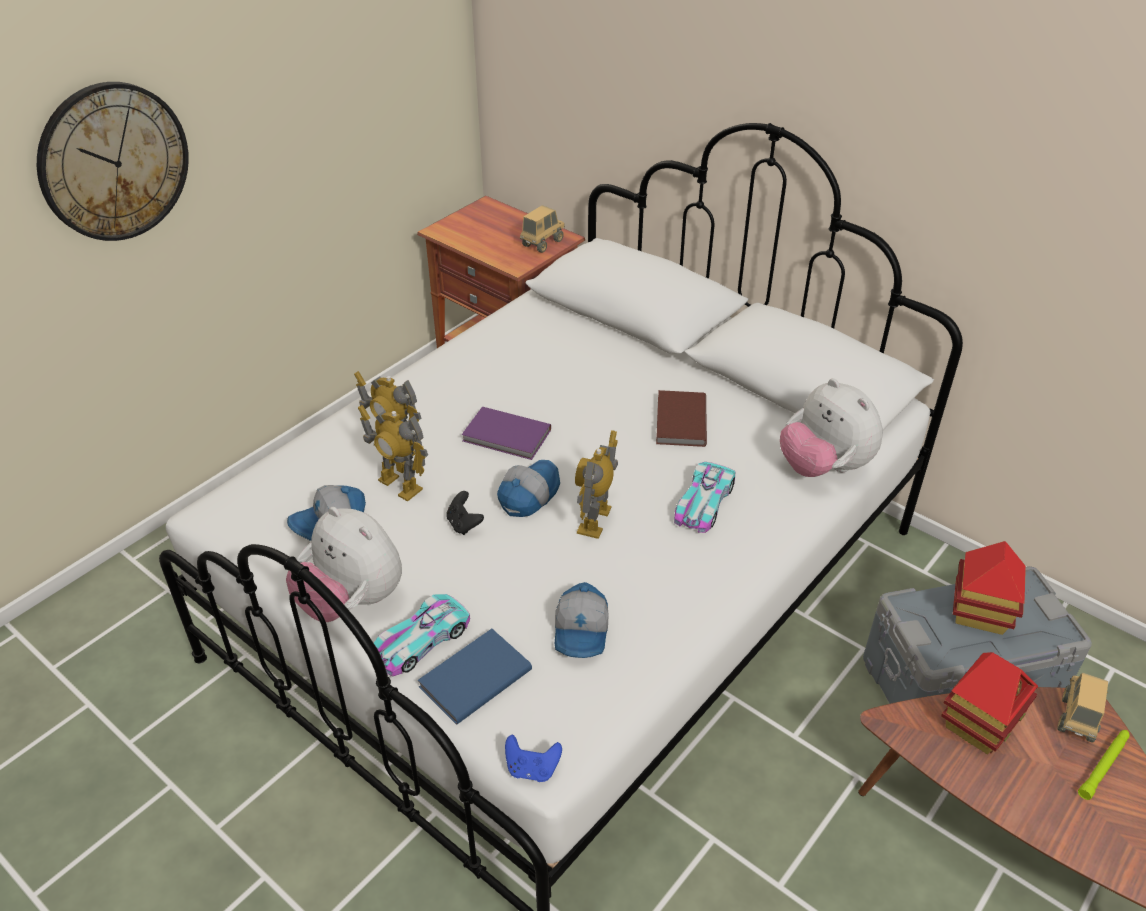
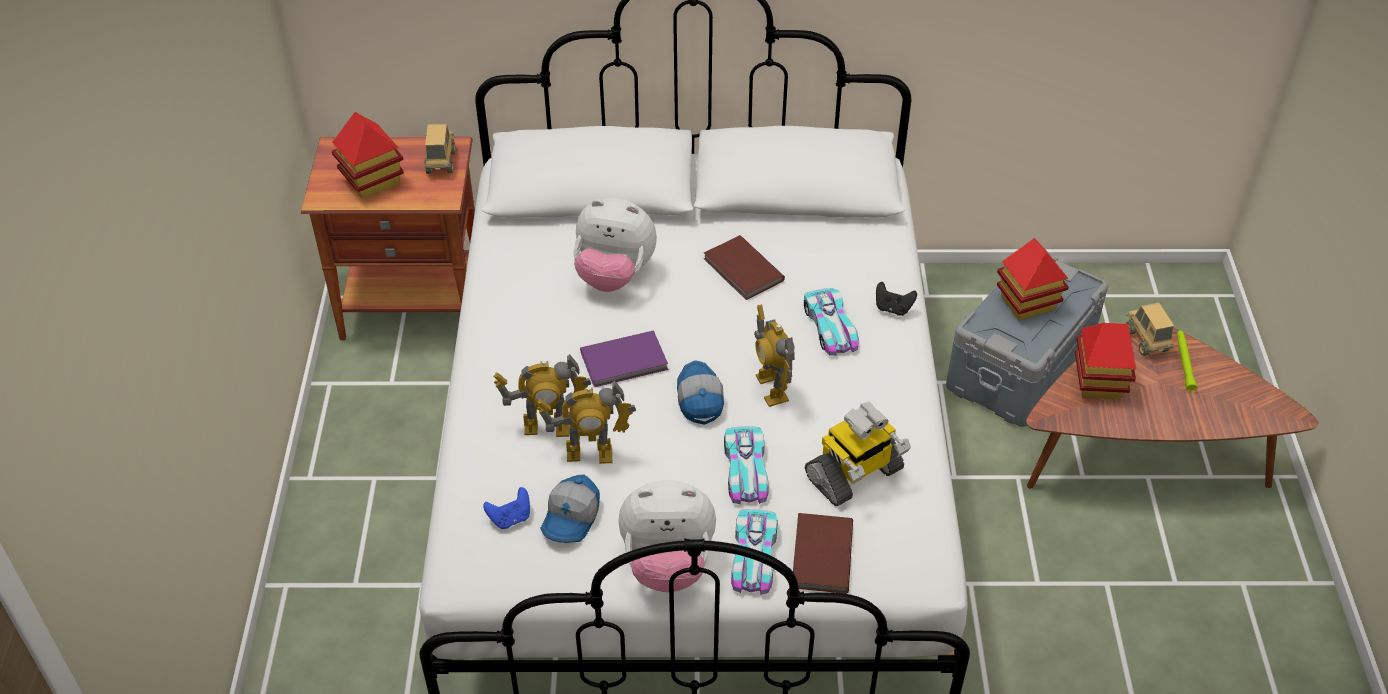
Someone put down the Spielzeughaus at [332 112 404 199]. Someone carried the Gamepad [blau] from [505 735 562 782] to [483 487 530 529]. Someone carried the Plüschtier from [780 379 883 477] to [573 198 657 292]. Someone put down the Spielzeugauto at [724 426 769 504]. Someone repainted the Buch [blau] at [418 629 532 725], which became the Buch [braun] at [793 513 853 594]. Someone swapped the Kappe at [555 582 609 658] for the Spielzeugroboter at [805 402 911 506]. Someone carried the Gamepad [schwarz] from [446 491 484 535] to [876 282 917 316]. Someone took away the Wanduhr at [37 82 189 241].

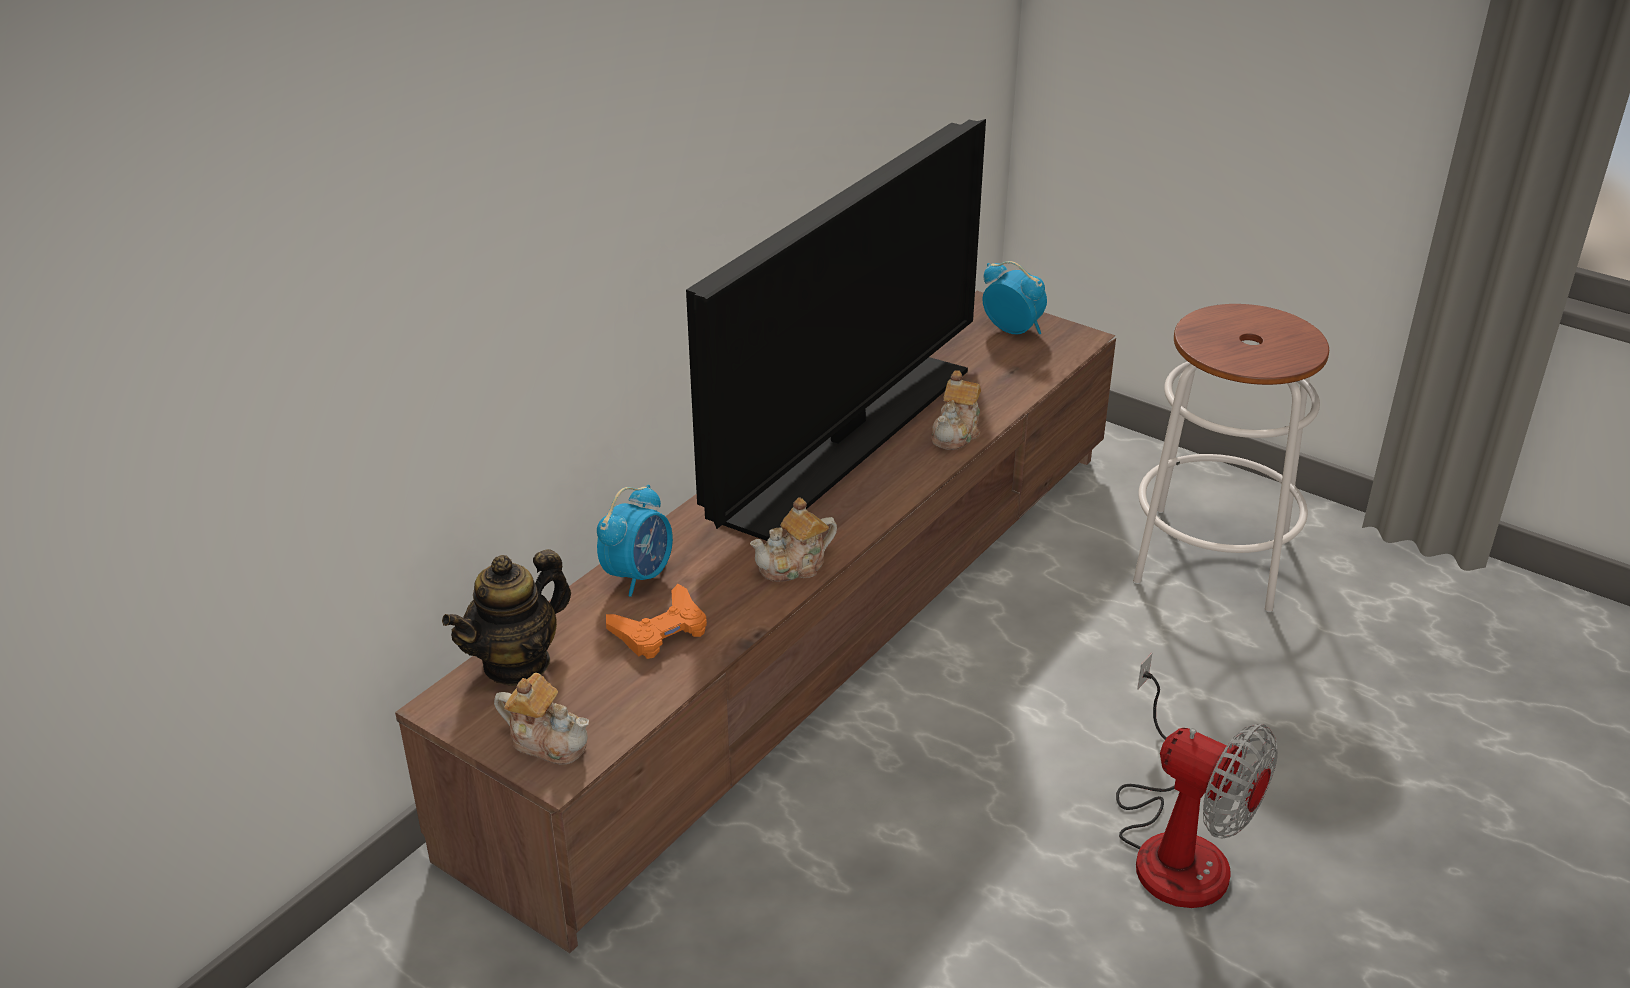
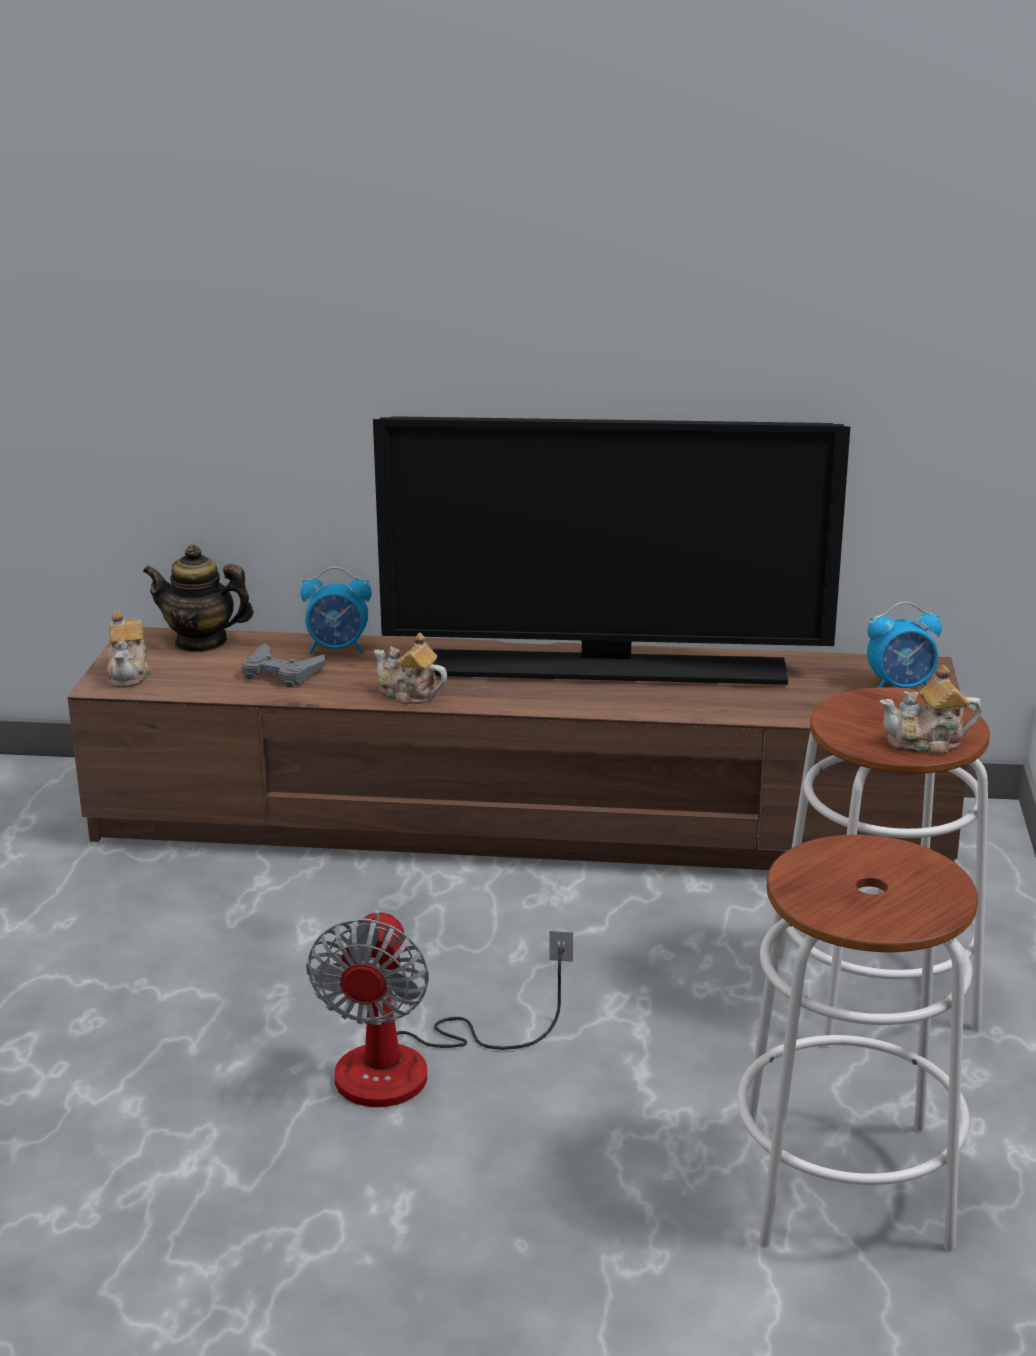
Someone repainted the Gamepad [orange] at [606 584 707 659], which became the Gamepad [grau] at [242 643 325 687]. Someone put down the Hocker [weiß] at [737 835 978 1252]. Someone rotated the Wecker at [982 261 1047 334] by 75 degrees clockwise. Someone carried the Teekanne from [931 370 981 450] to [879 665 982 754].

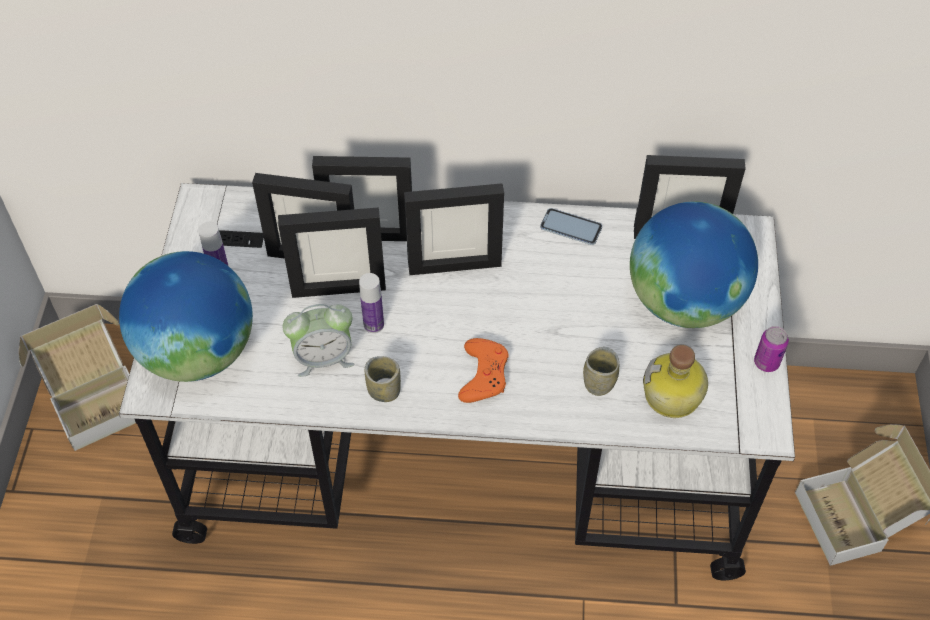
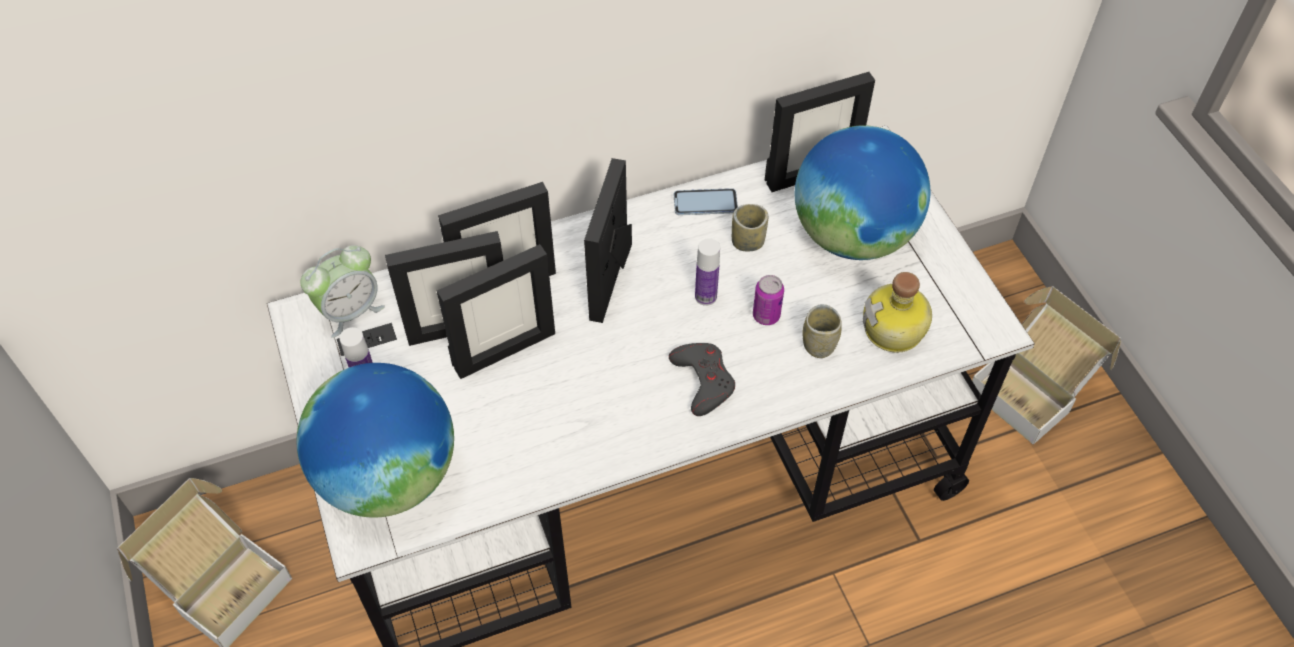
Someone carried the Wecker from [283 304 355 377] to [300 245 385 338]. Someone rotated the Bilderrahmen at [404 183 504 275] by 135 degrees clockwise. Someone repainted the Gamepad [orange] at [458 338 508 403], which became the Gamepad [grau] at [669 343 735 416]. Someone carried the Flasche from [359 273 384 333] to [695 238 720 306]. Someone carried the Tasse from [365 356 401 402] to [732 204 768 252]. Someone carried the Dose from [754 326 789 372] to [753 275 784 325].

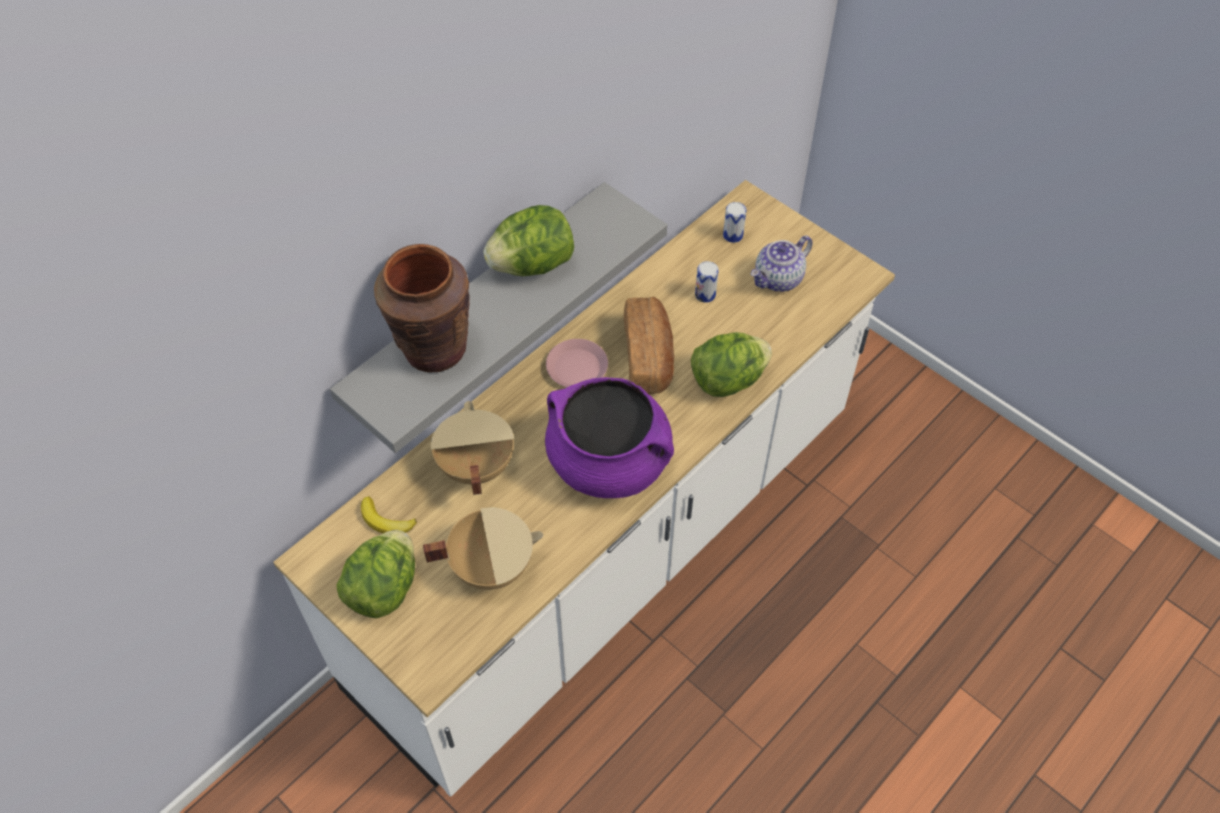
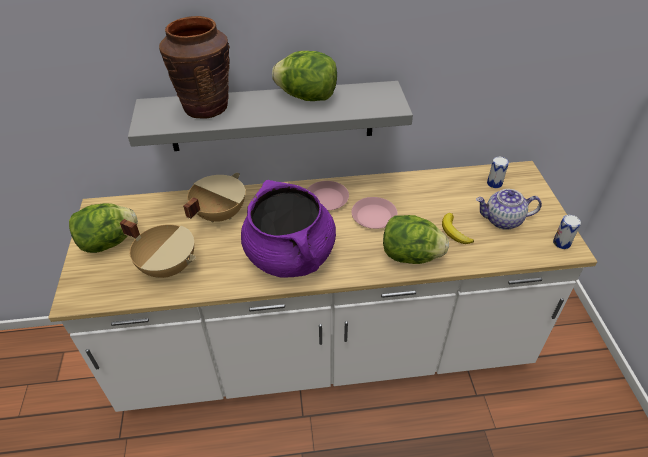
Someone swapped the Brot at [624 297 674 395] for the Teller [rosa] at [352 197 398 229]. Someone carried the Banane from [361 496 417 533] to [442 213 474 244]. Someone carried the Dose from [695 261 719 303] to [553 215 581 249].

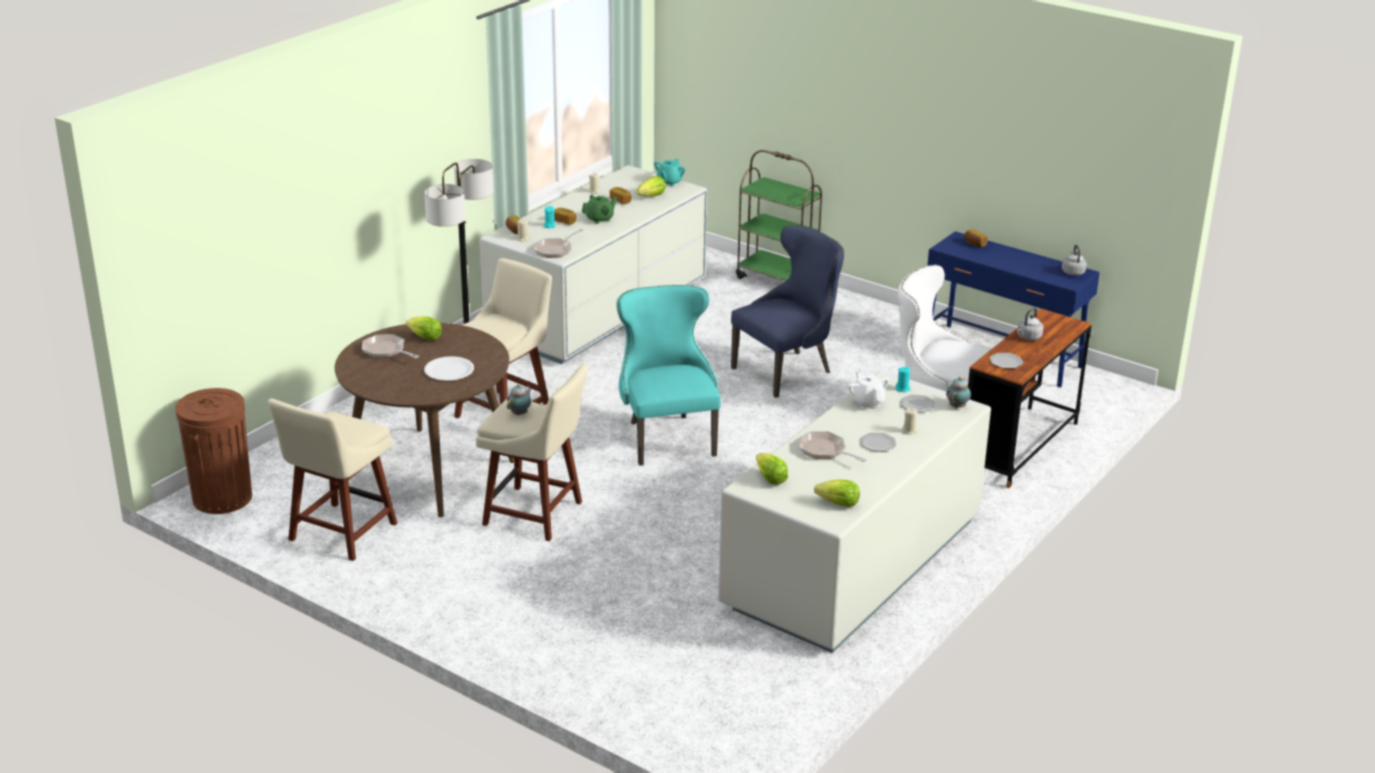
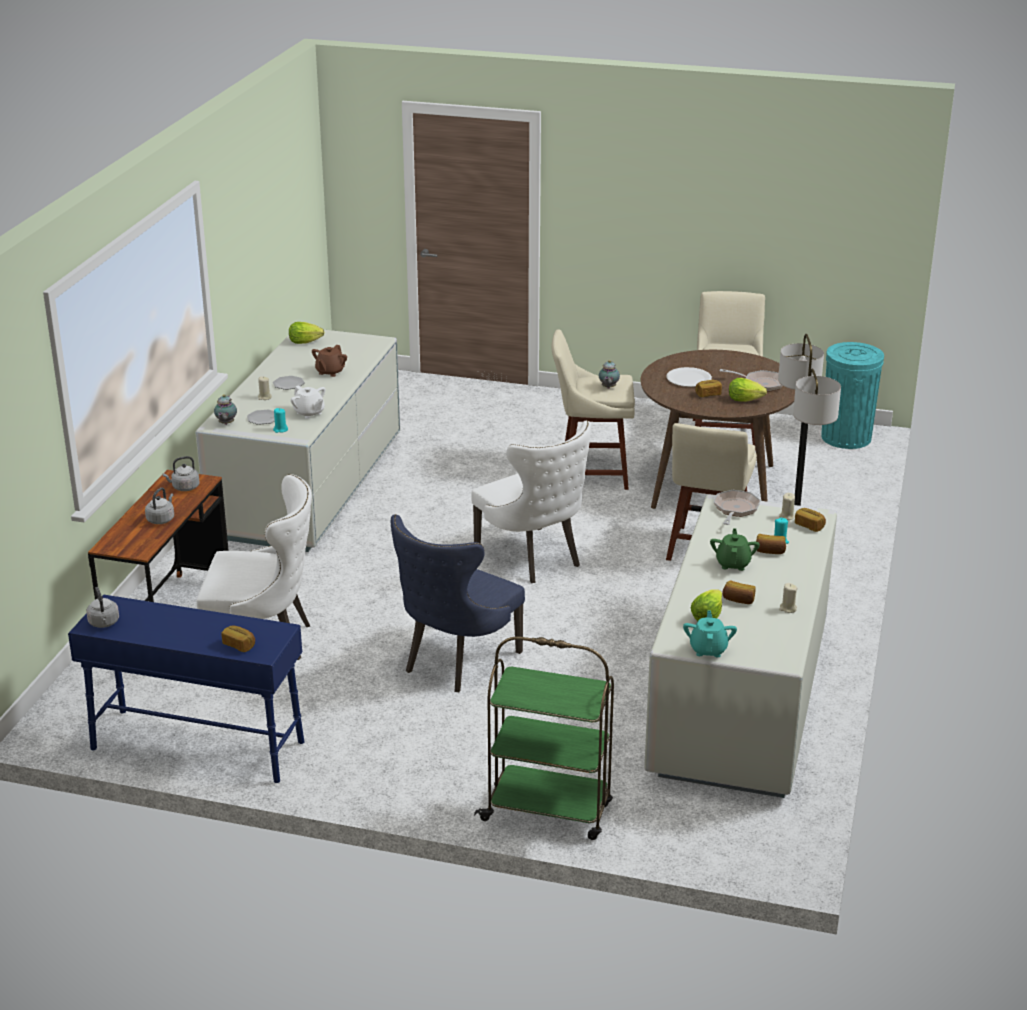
Someone swapped the Teller at [989 353 1023 368] for the Wasserkessel [grau] at [163 456 200 491]. Someone swapped the Pfanne at [798 431 867 462] for the Teekanne [braun] at [312 345 347 377]. Someone repainted the Stuhl [türkis] at [616 285 721 466], which became the Stuhl [weiß] at [472 420 591 583]. Someone put down the Brot at [695 380 722 397]. Someone rotated the Teekanne [grün] at [582 195 617 224] by 150 degrees clockwise. Someone repainted the Mülleimer [braun] at [175 388 252 514], which became the Mülleimer [türkis] at [821 342 884 449]. Someone took away the Salatkopf at [756 453 788 485].

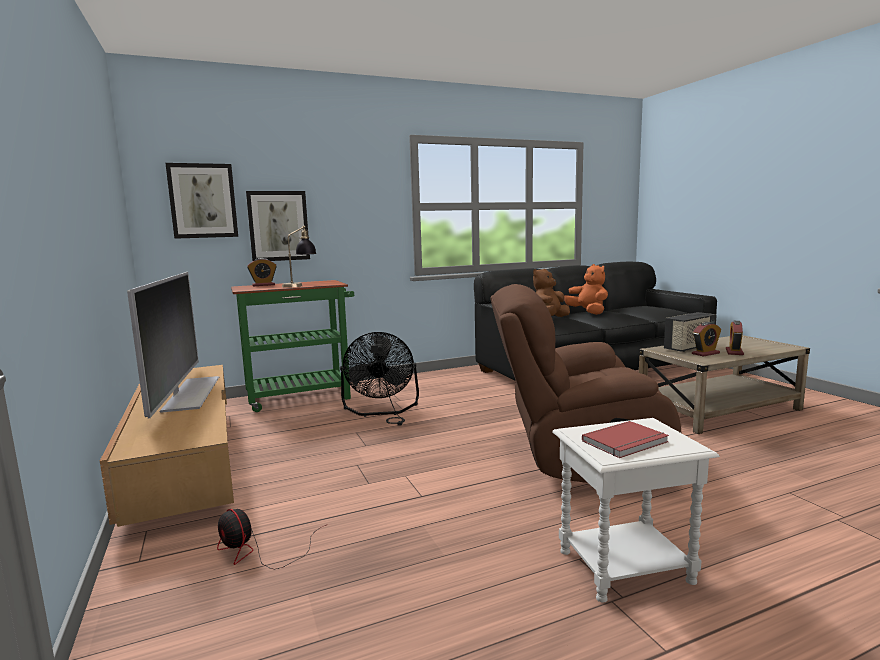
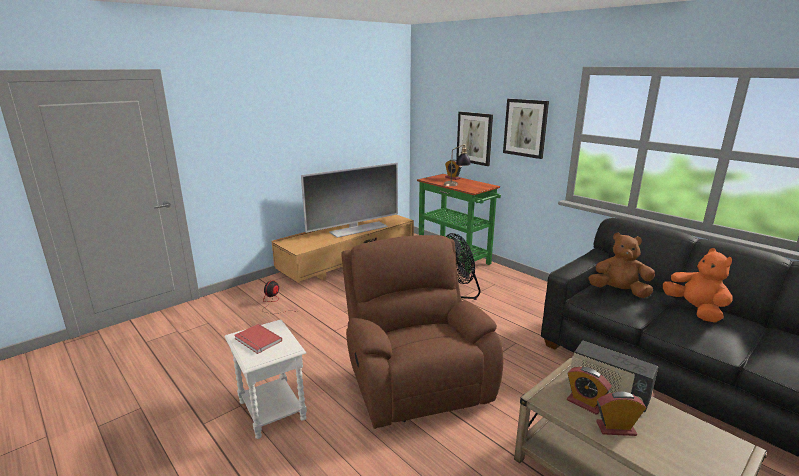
Someone carried the Bild from [165 163 238 239] to [503 99 549 159]. Someone rotated the Plüschtier [orange] at [564 264 608 315] by 60 degrees counterclockwise.

